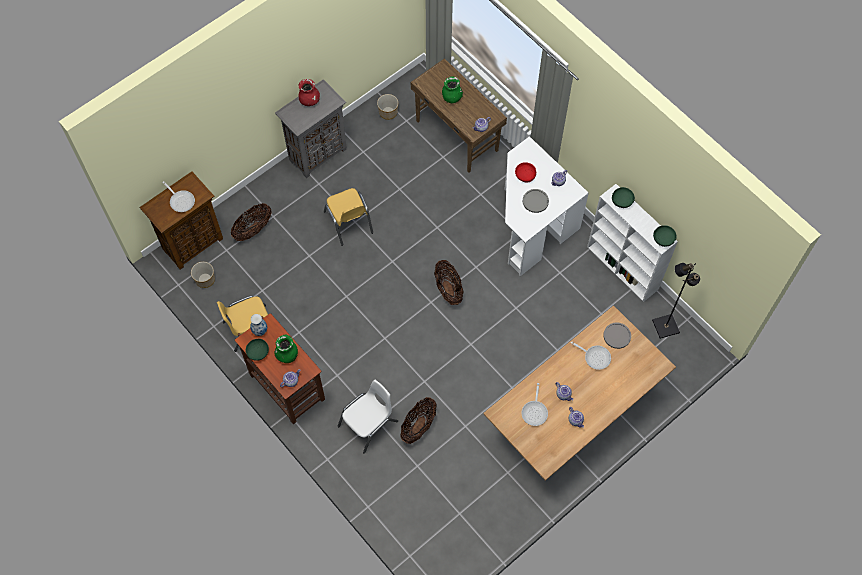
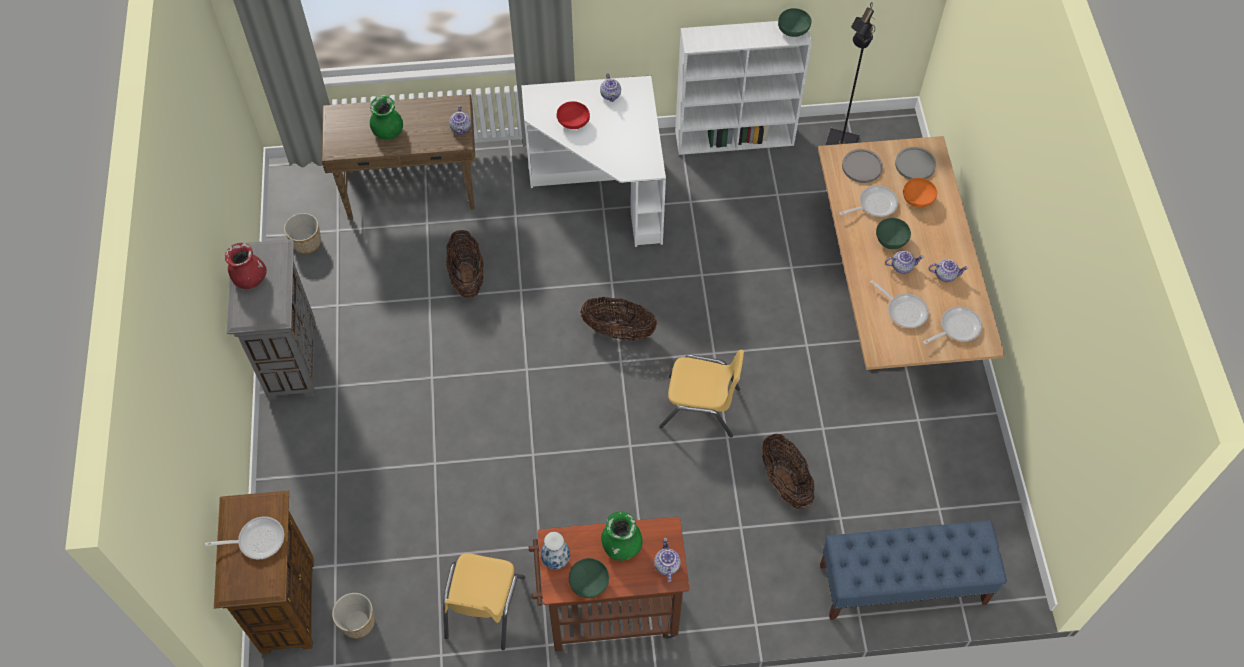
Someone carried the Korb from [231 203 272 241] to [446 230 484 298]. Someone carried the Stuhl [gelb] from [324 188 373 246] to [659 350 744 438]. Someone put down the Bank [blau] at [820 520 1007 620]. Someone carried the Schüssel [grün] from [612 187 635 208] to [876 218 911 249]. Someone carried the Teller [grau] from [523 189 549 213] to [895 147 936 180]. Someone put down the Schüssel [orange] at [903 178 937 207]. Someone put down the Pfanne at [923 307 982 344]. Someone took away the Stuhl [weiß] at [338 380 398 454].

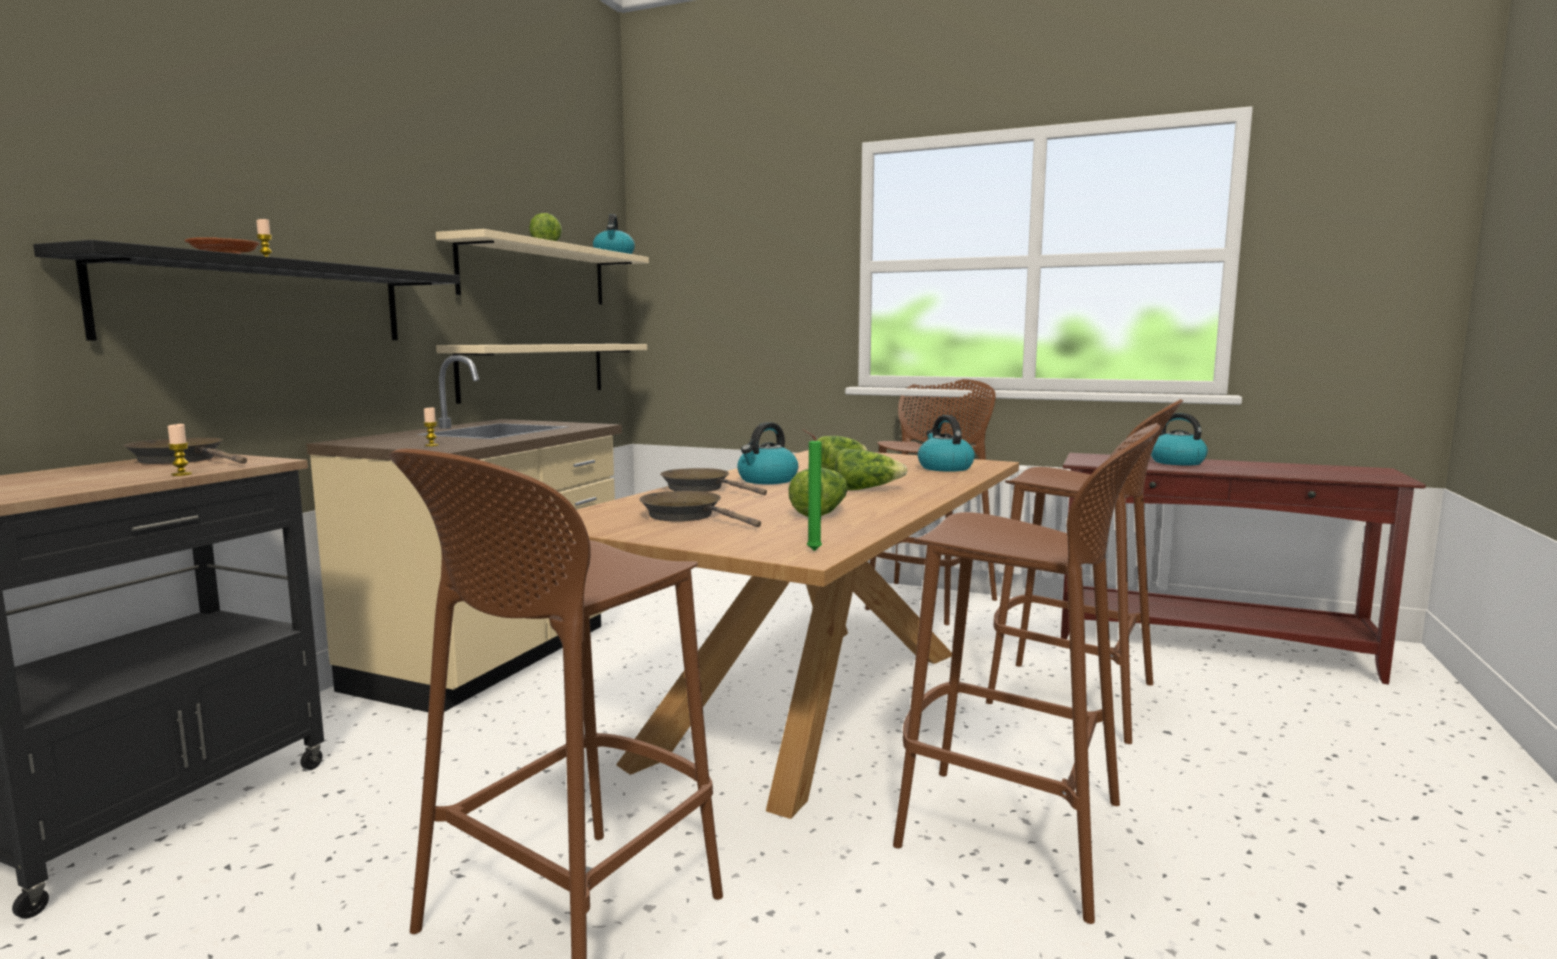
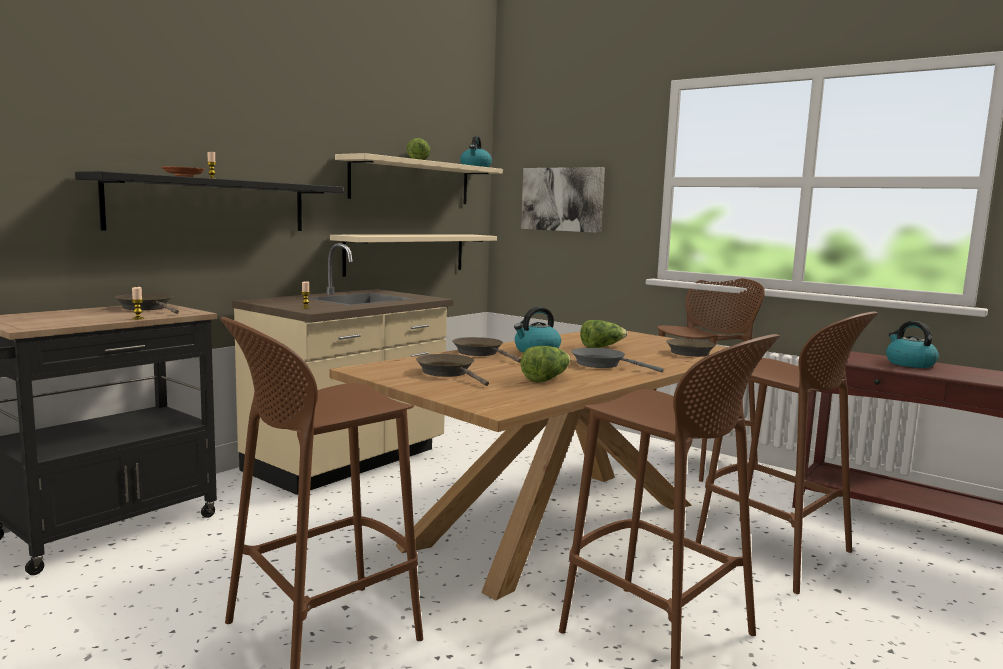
Someone put up the Bild at [521 167 605 233]. Someone swapped the Salatkopf at [835 449 908 490] for the Pfanne [grau] at [571 348 664 372]. Someone swapped the Wasserkessel at [918 415 975 472] for the Pfanne [braun] at [666 339 716 357]. Someone took away the Kerze [grün] at [802 429 822 551].

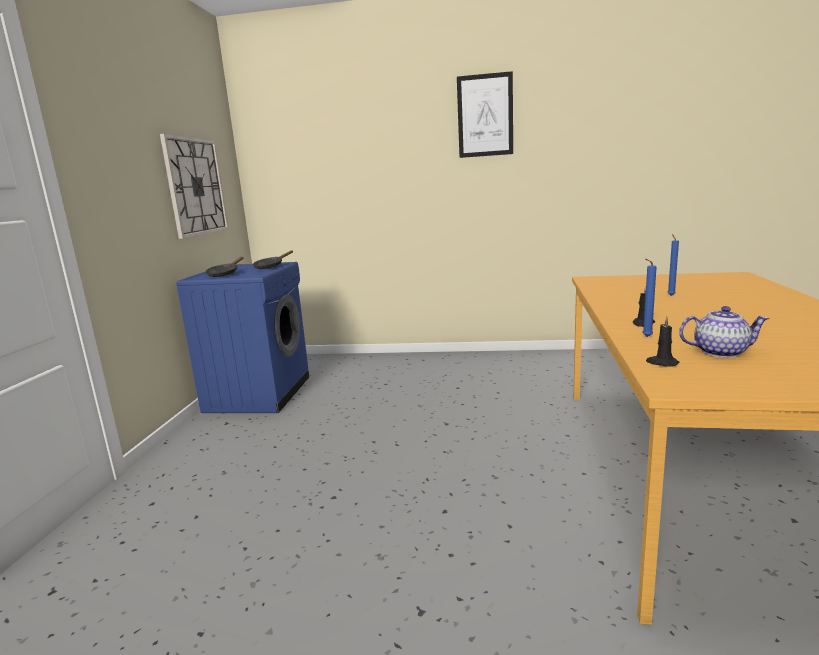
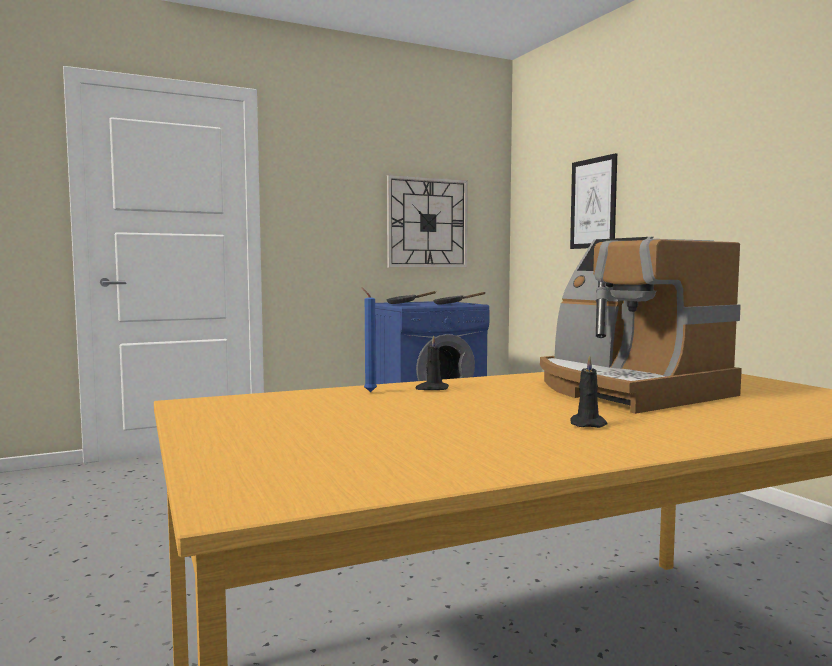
Someone swapped the Kerze [blau] at [667 234 679 296] for the Kaffeemaschine at [540 237 742 414]. Someone carried the Bild from [457 71 513 158] to [570 153 617 249]. Someone carried the Kerze [schwarz] from [646 316 679 367] to [570 355 608 428]. Someone took away the Teekanne at [679 306 769 358].

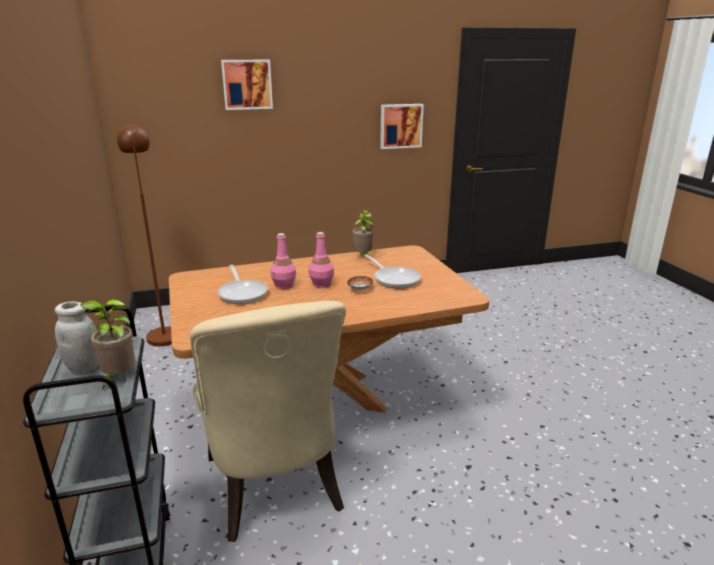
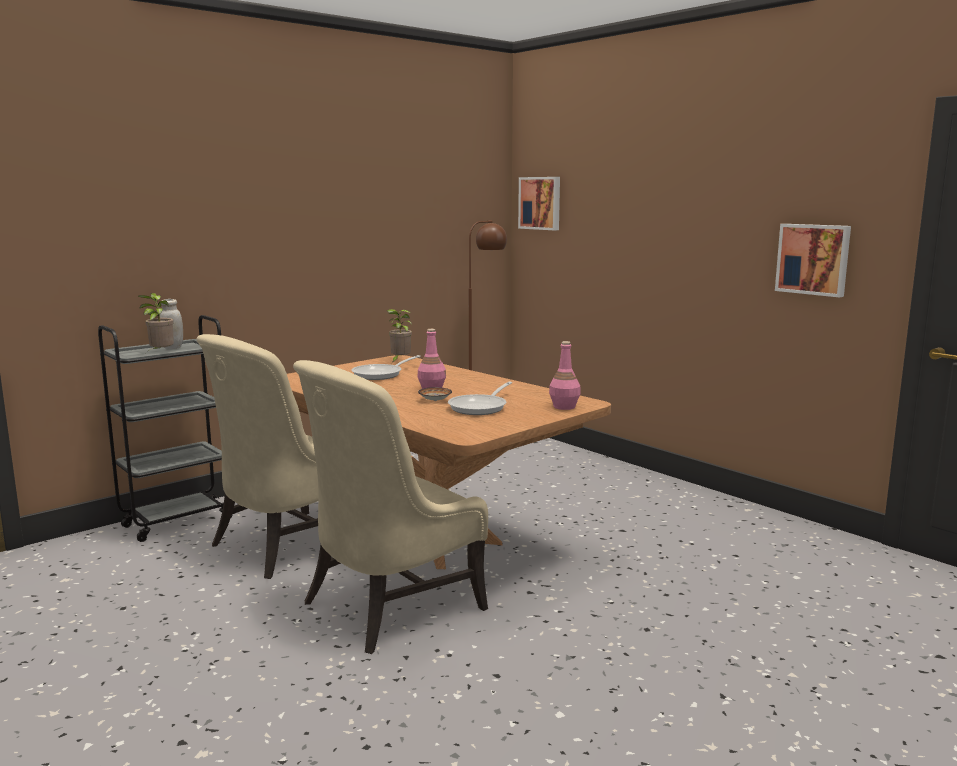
Someone put down the Stuhl [beige] at [293 360 488 654]. Someone carried the Topfpflanze from [353 210 374 256] to [386 309 412 363]. Someone carried the Bild from [221 60 273 110] to [518 177 560 230]. Someone carried the Flasche [rosa] from [271 233 296 289] to [549 341 580 410].

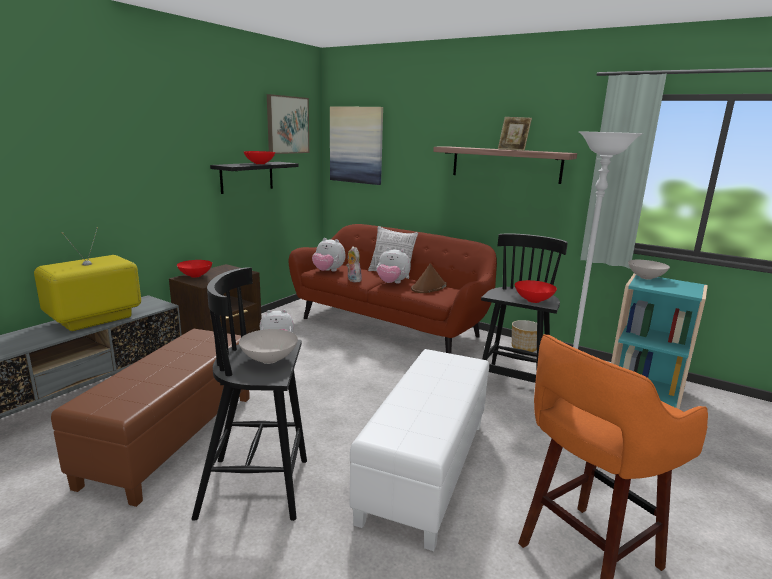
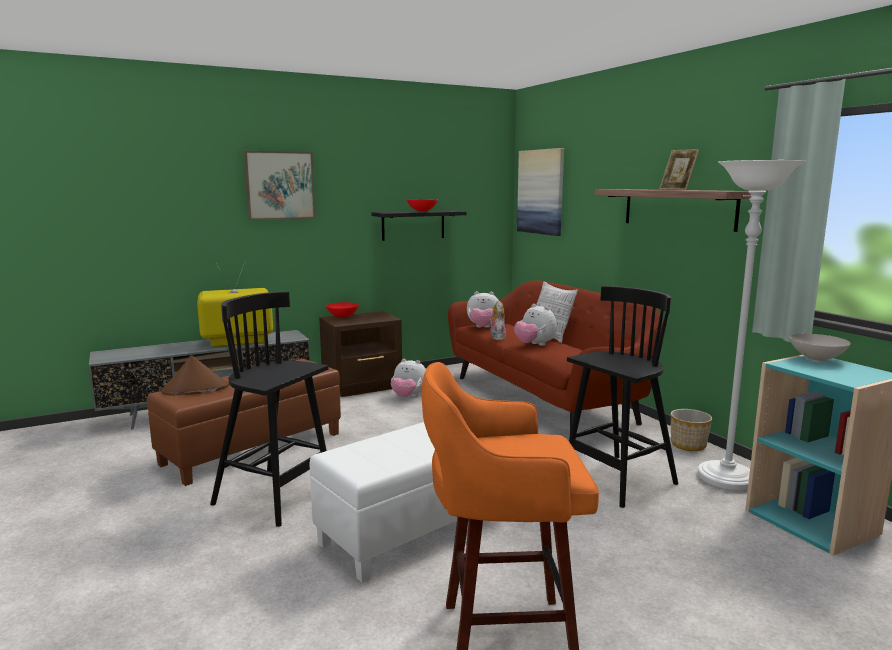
Someone carried the Hut [braun] from [411 263 447 293] to [161 355 229 396]. Someone carried the Bild from [267 94 309 154] to [244 151 315 220]. Someone rotated the Plüschtier at [312 238 345 272] by 45 degrees counterclockwise. Someone took away the Schüssel [weiß] at [239 329 298 364]. Someone took away the Schüssel [rot] at [515 280 557 303].

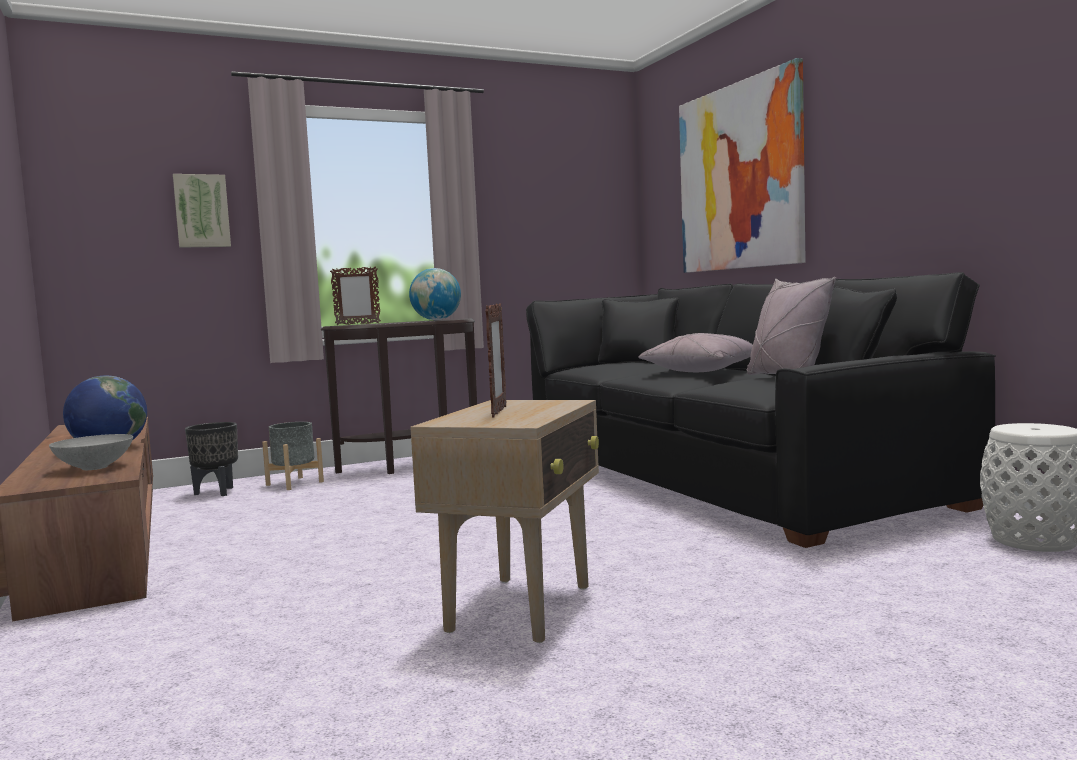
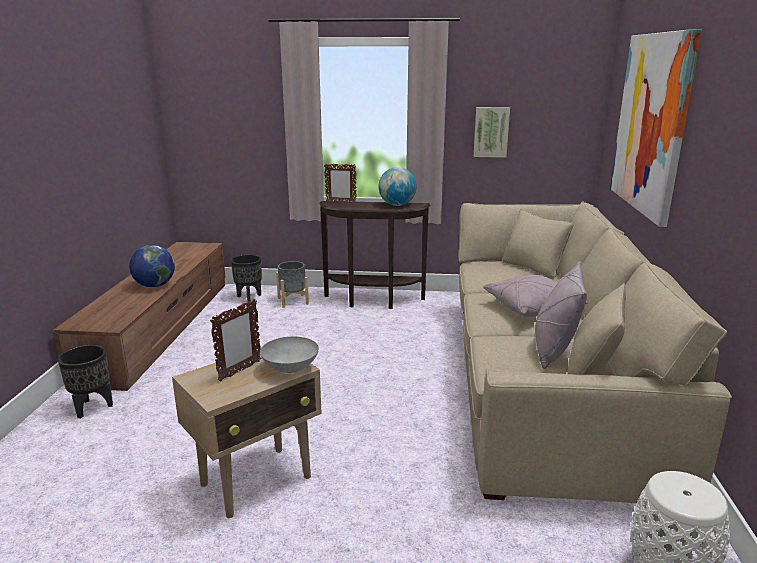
Someone put down the Pflanzkübel [schwarz] at [58 345 113 418]. Someone carried the Schüssel [grau] from [49 434 133 470] to [260 337 319 373]. Someone repainted the Sofa [schwarz] at [526 272 996 548], which became the Sofa [beige] at [458 201 732 503]. Someone carried the Bild from [173 174 231 248] to [474 107 510 158].

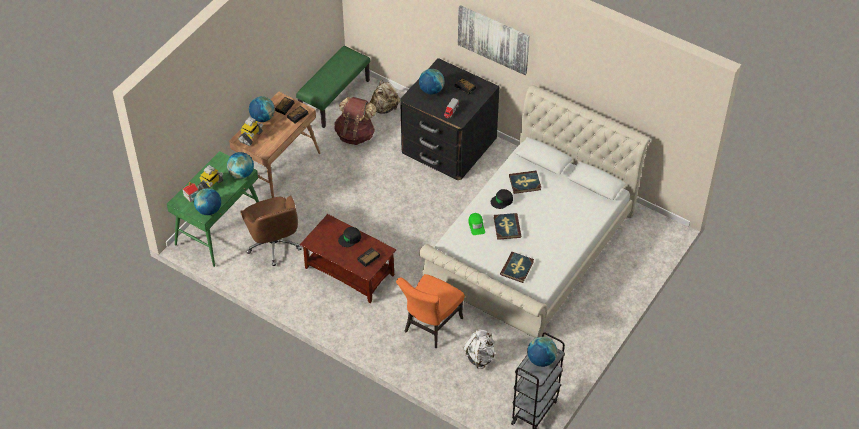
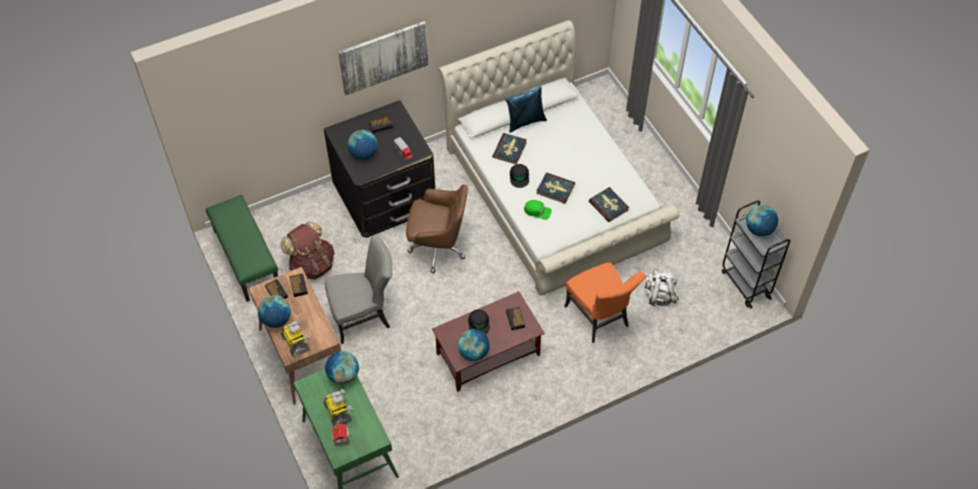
Someone put down the Stuhl [grau] at [325 234 392 344]. Someone carried the Bürostuhl [braun] from [240 195 302 266] to [406 184 468 273]. Someone carried the Globus from [194 188 221 215] to [458 329 490 361]. Someone put down the Kissen [blau] at [505 86 547 132]. Someone took away the Rucksack [beige] at [369 80 400 114].

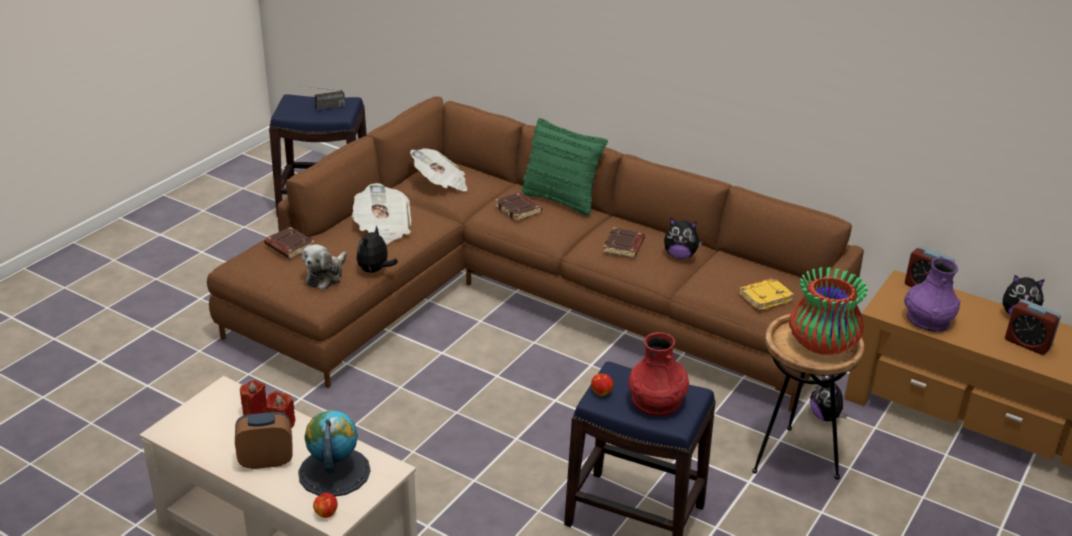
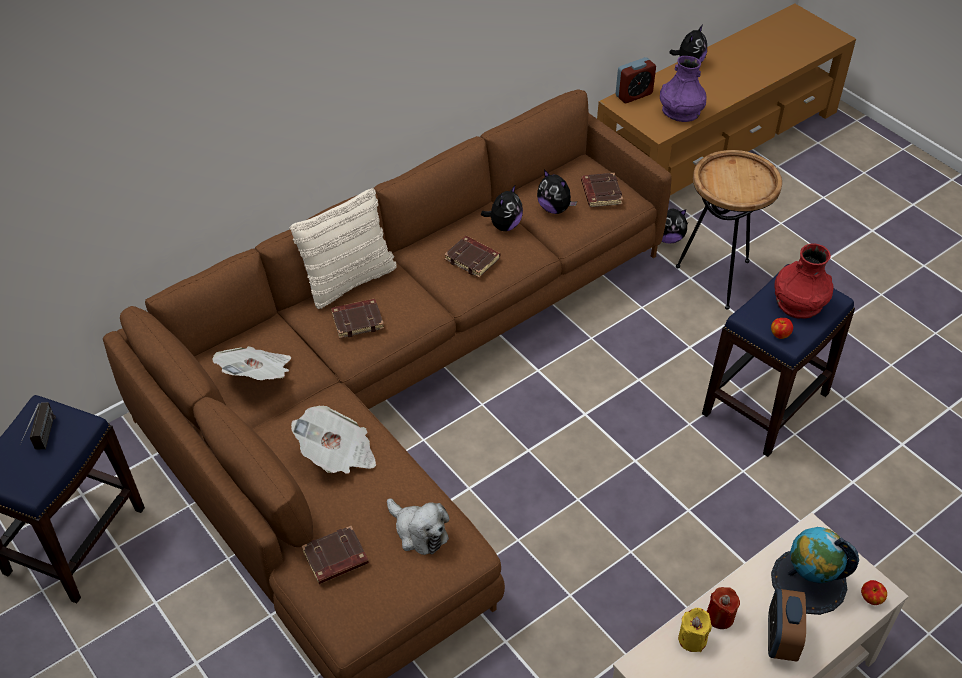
Someone repainted the Kissen [grün] at [522 118 608 215], which became the Kissen [beige] at [290 188 397 309]. Someone carried the Plüschtier from [357 225 398 273] to [537 169 577 214]. Someone repainted the Buch [gelb] at [739 278 795 311], which became the Buch [braun] at [581 173 623 207]. Someone repainted the Kerze [rot] at [240 380 268 416], which became the Kerze [gelb] at [678 608 712 652]. Someone took away the Vase at [789 267 868 355]. Someone took away the Wecker at [1005 299 1061 355].

